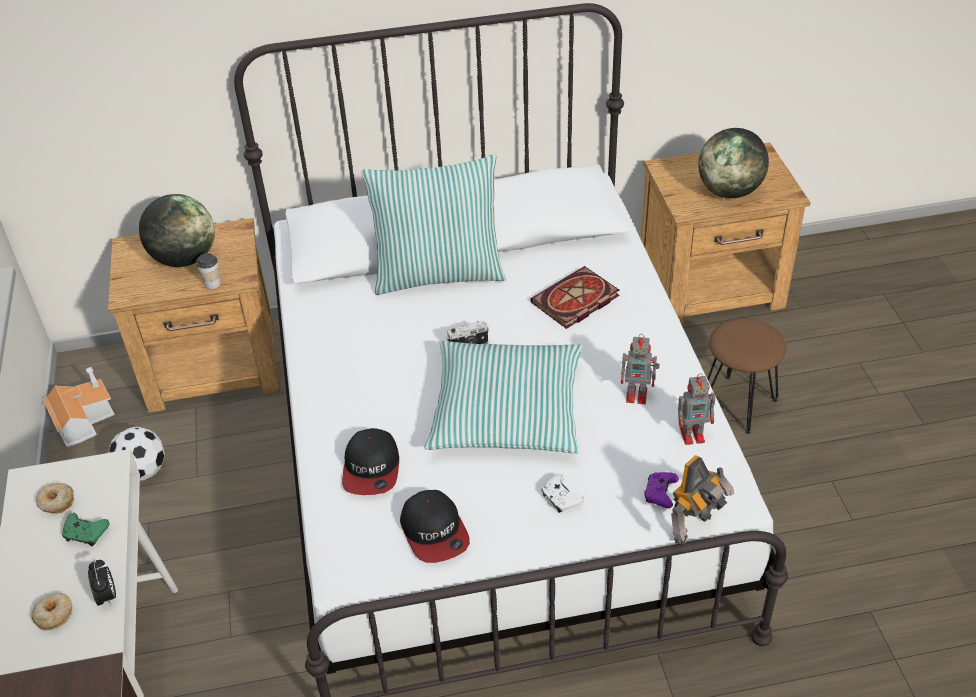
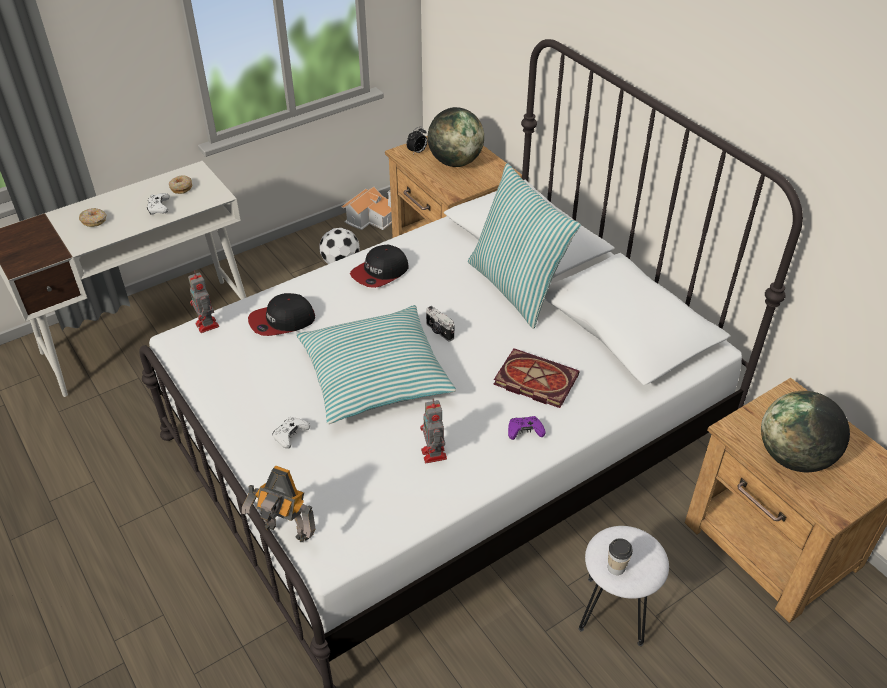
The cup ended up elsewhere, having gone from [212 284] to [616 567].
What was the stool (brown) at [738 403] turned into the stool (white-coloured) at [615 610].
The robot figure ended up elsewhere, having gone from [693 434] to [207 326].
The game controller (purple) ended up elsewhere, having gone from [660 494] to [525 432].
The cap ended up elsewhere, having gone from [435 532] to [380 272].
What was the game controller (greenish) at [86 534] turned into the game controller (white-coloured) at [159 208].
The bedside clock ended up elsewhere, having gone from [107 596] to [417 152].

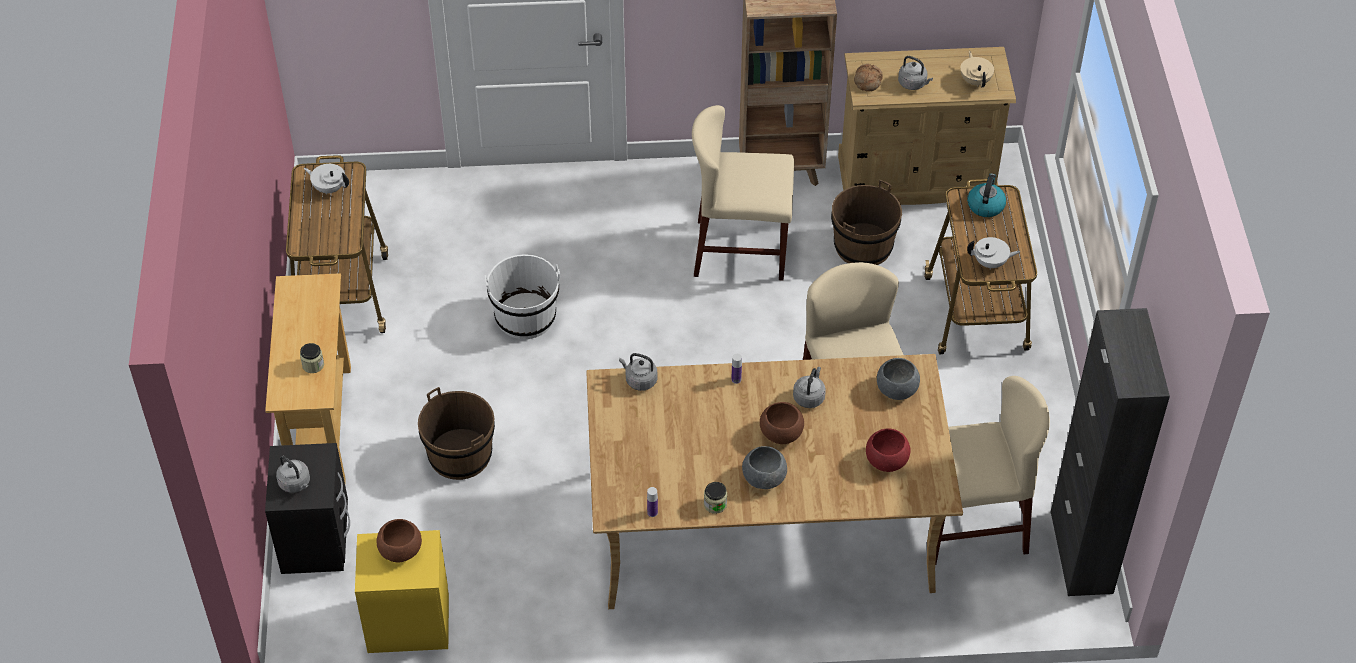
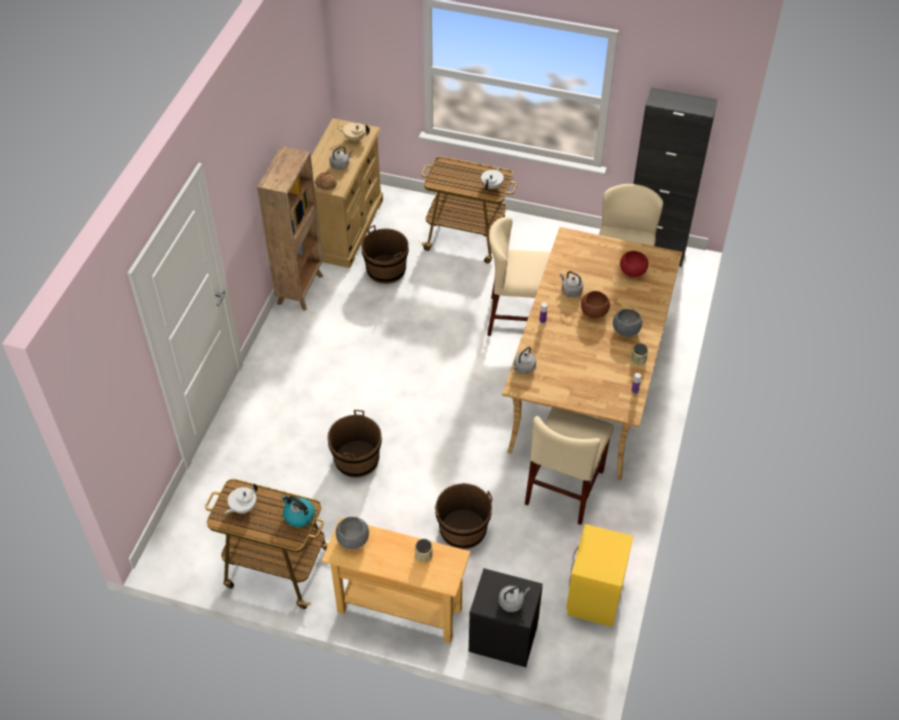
The upright chair (beige) ended up elsewhere, having gone from [740 250] to [564 487].
The tea kettle ended up elsewhere, having gone from [985 205] to [298 516].
What was the water bucket (white-coloured) at [525 317] turned into the water bucket (brown) at [356 460].
The serving bowl (greyish) ended up elsewhere, having gone from [896 389] to [352 539].
The second view lost the serving bowl (brown) at [401 550].

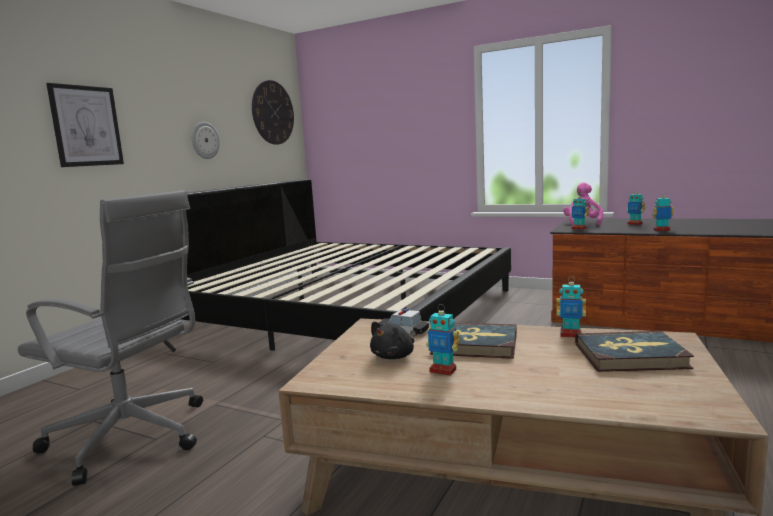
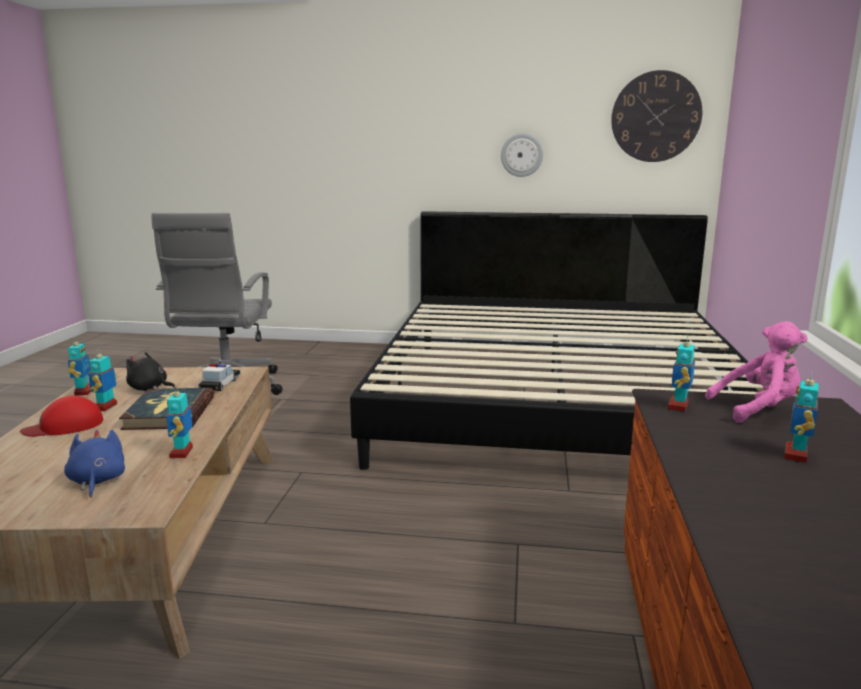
The second view lost the picture at [86 126].
The robot figure ended up elsewhere, having gone from [661 230] to [83 392].
Where the volume stood at [630 356], the cuddly toy (blue-coloured) came to stand at [97 481].
The second view gained the cap (red) at [64 426].

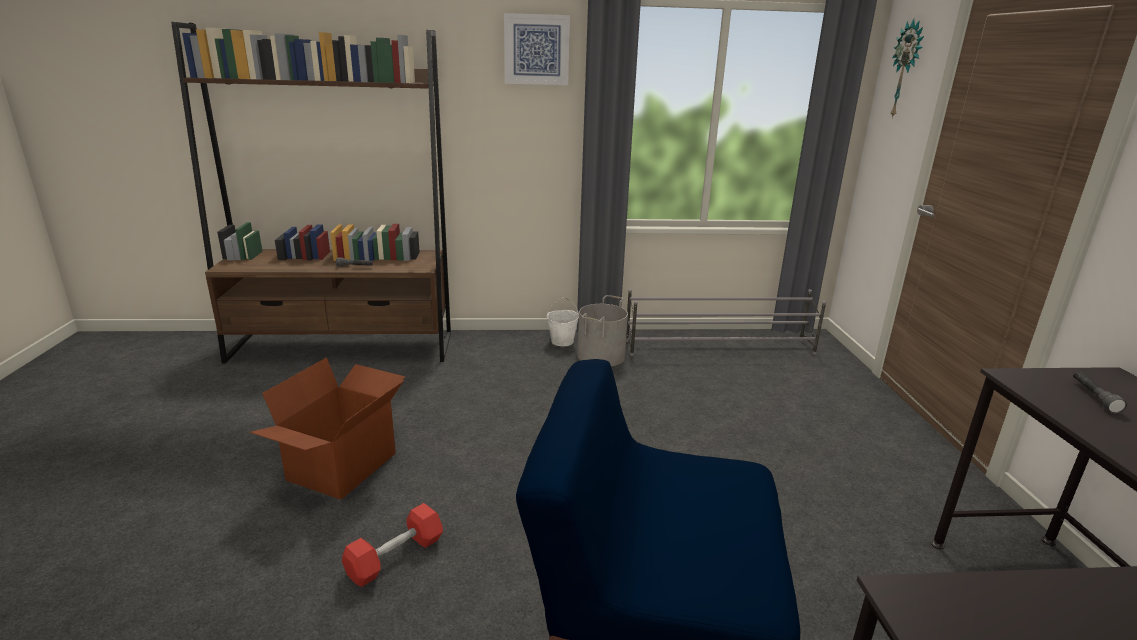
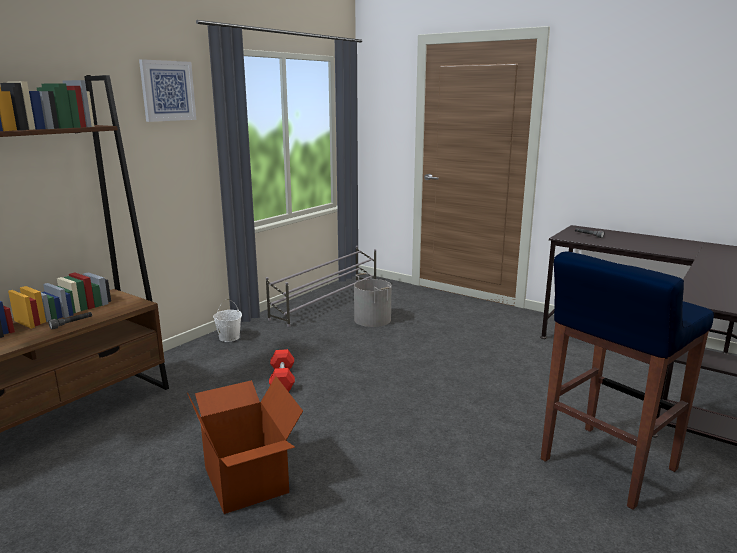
The second view lost the hanging clock at [906 70].
The water bucket (greyish) ended up elsewhere, having gone from [600 356] to [372 319].
The free weight (red) ended up elsewhere, having gone from [395 557] to [282 379].

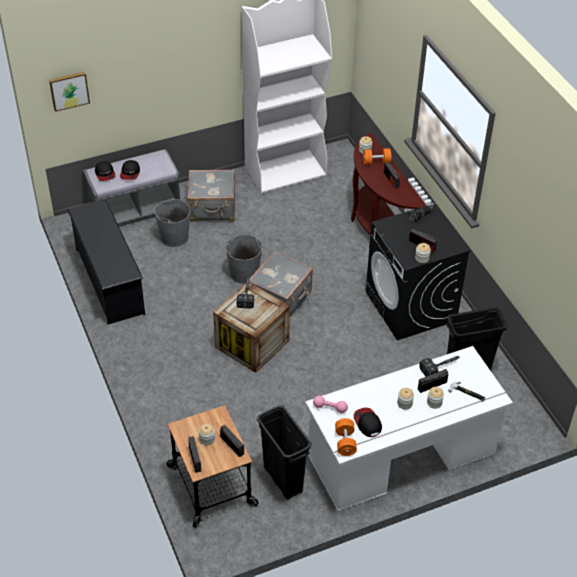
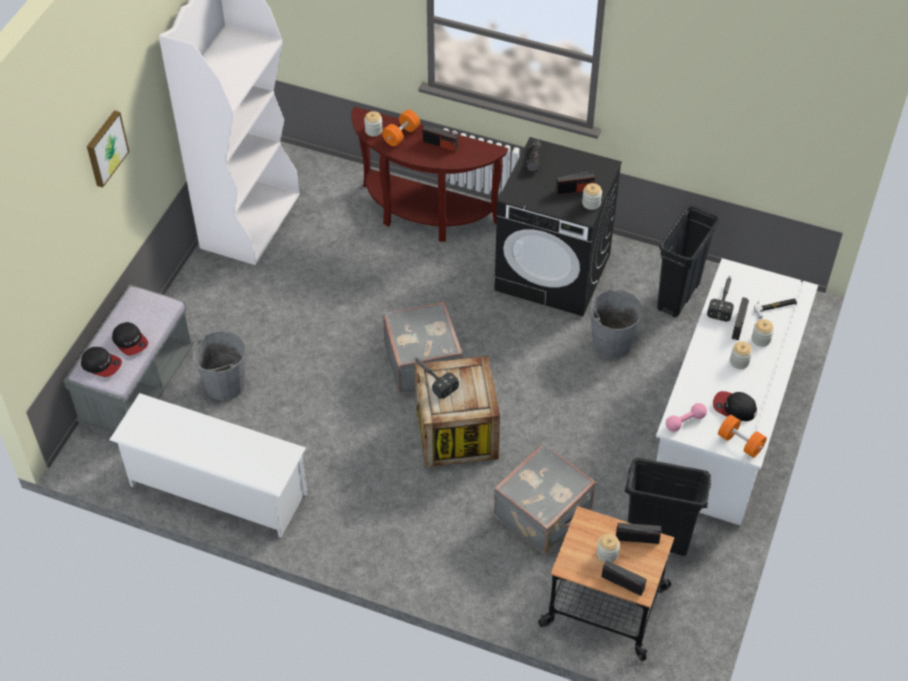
The picture ended up elsewhere, having gone from [69 90] to [105 148].
The suitcase (greyish) ended up elsewhere, having gone from [212 208] to [544 514].
What was the shoe shelf (black-coloured) at [109 281] turned into the shoe shelf (white-coloured) at [217 489].
The water bucket (greyish) ended up elsewhere, having gone from [244 273] to [611 342].

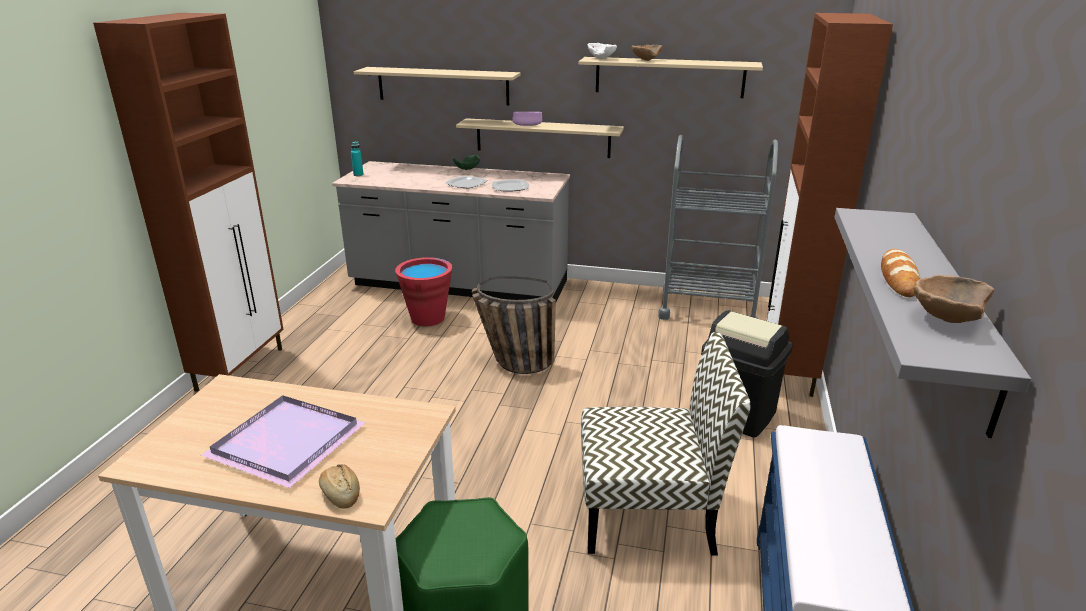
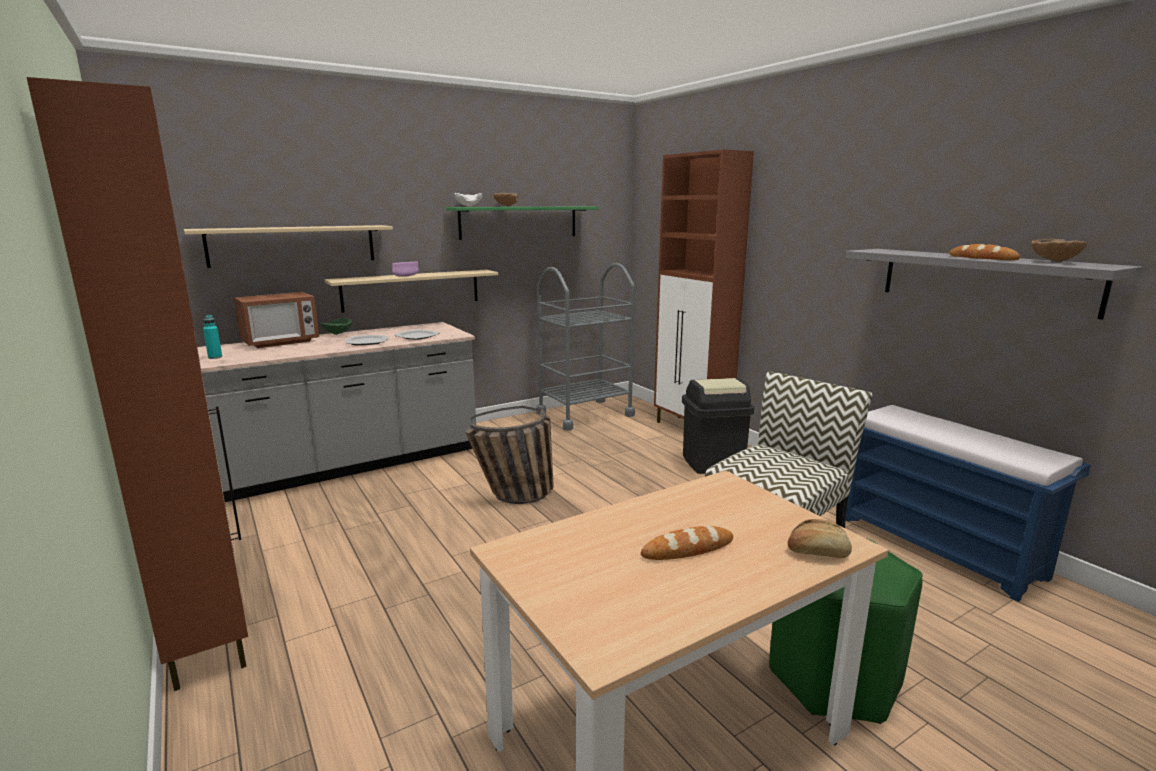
What was the shelf (beige) at [669 77] turned into the shelf (greenish) at [519 222].
The second view lost the water bucket (red) at [428 318].
Where the tray (purple) stood at [290 441], the bread came to stand at [687 549].
The second view gained the microwave oven at [280 342].

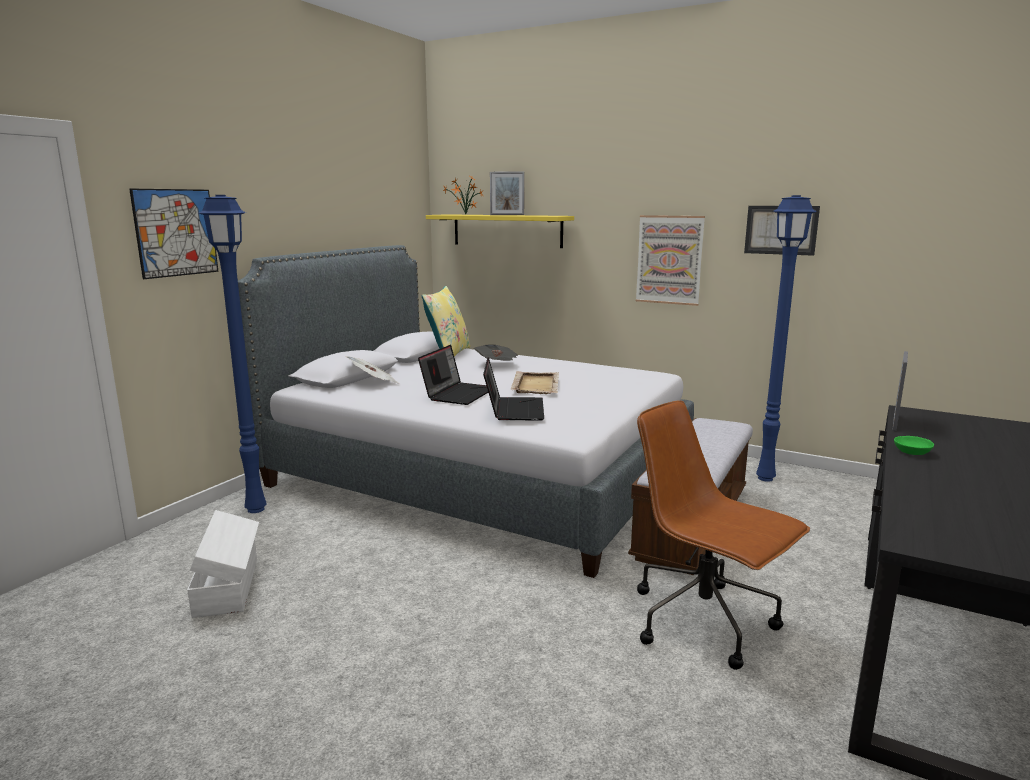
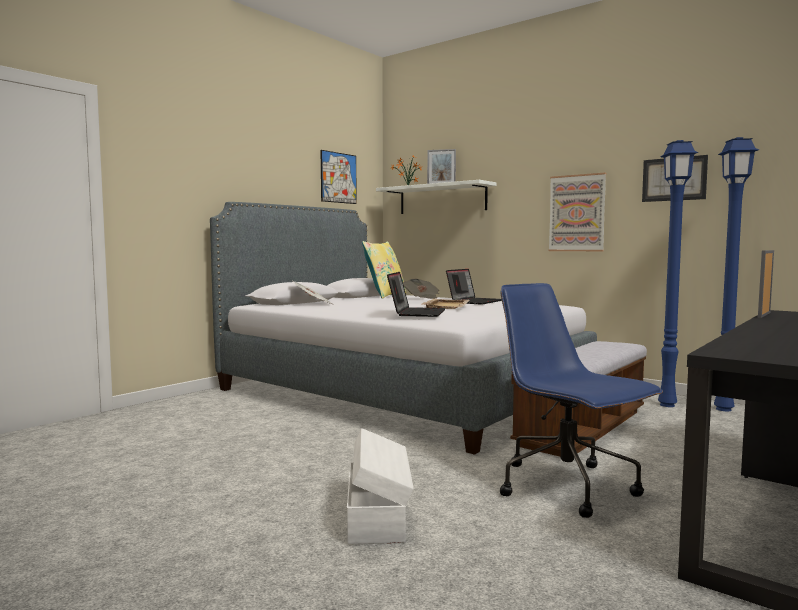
The picture ended up elsewhere, having gone from [176 232] to [338 177].
The standing lamp (blue-coloured) ended up elsewhere, having gone from [255 509] to [722 409].
What was the shelf (yellow) at [507 230] turned into the shelf (white-coloured) at [442 199].
The portable computer ended up elsewhere, having gone from [458 394] to [474 301].
What was the office chair (brown) at [705 622] turned into the office chair (blue-coloured) at [568 487].
The second view lost the serving bowl (greenish) at [910 451].
The storage container (white-coloured) ended up elsewhere, having gone from [228 586] to [377 515].

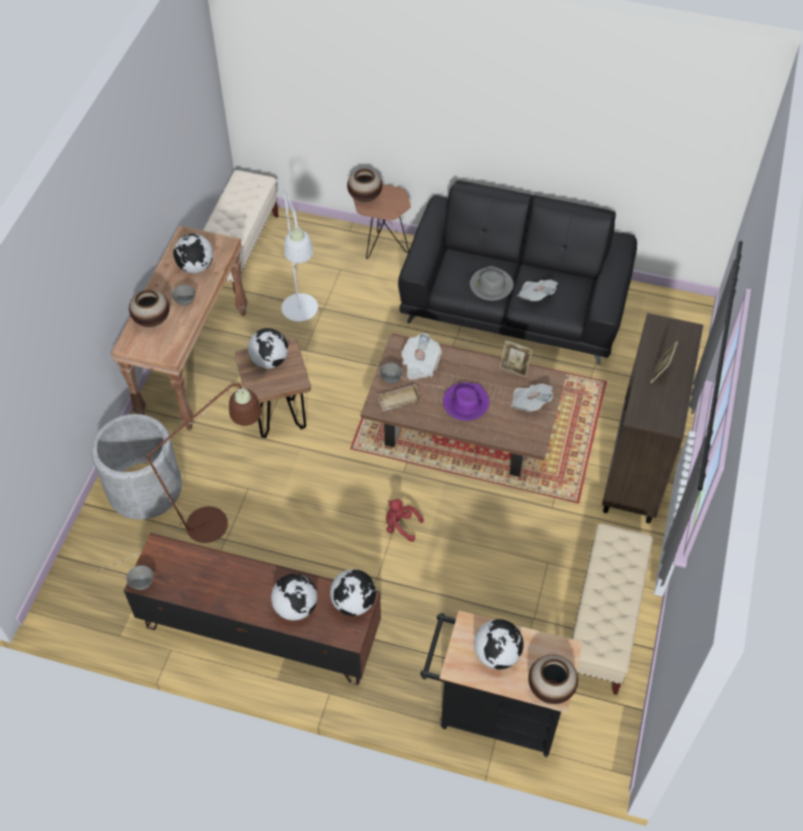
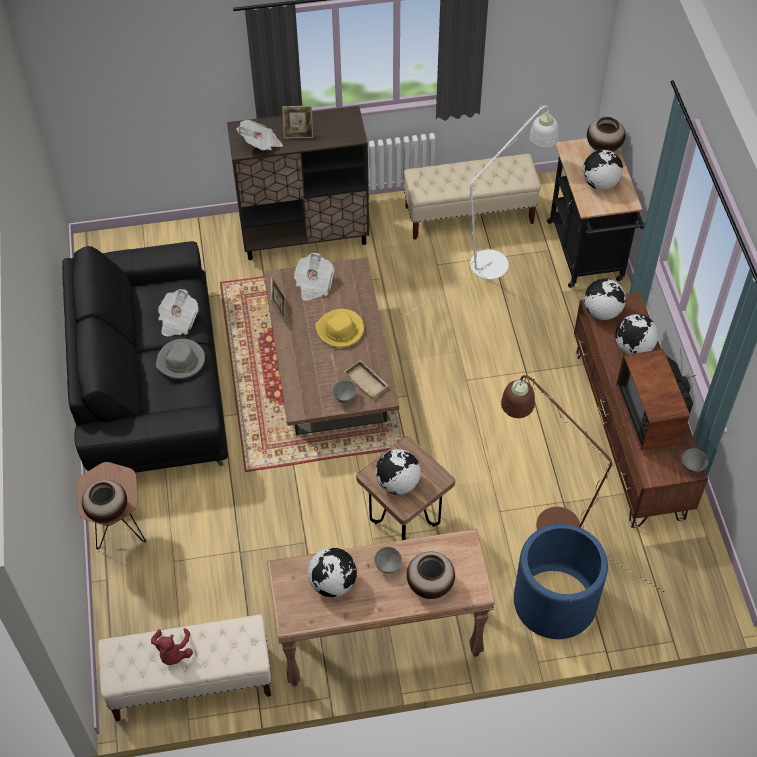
The standing lamp (white-coloured) ended up elsewhere, having gone from [301 315] to [497 259].
The newspaper ended up elsewhere, having gone from [420 364] to [261 144].
What was the clothing hat (purple) at [465 403] turned into the clothing hat (yellow) at [340 330].
What was the planter (greyish) at [144 488] turned into the planter (blue-coloured) at [555 602].
The cuddly toy (red) ended up elsewhere, having gone from [401 526] to [173 653].
The second view gained the TV set at [653 415].

